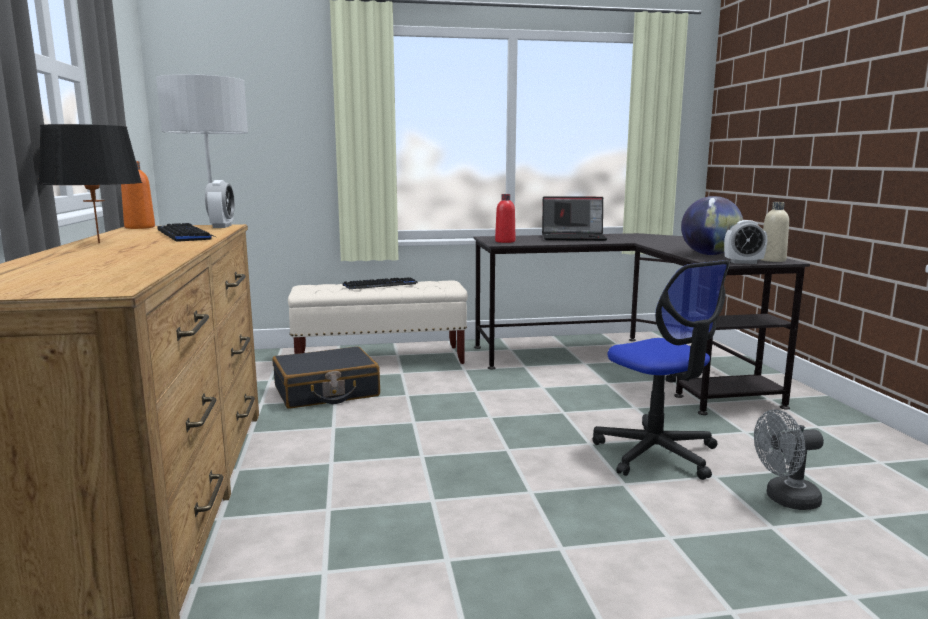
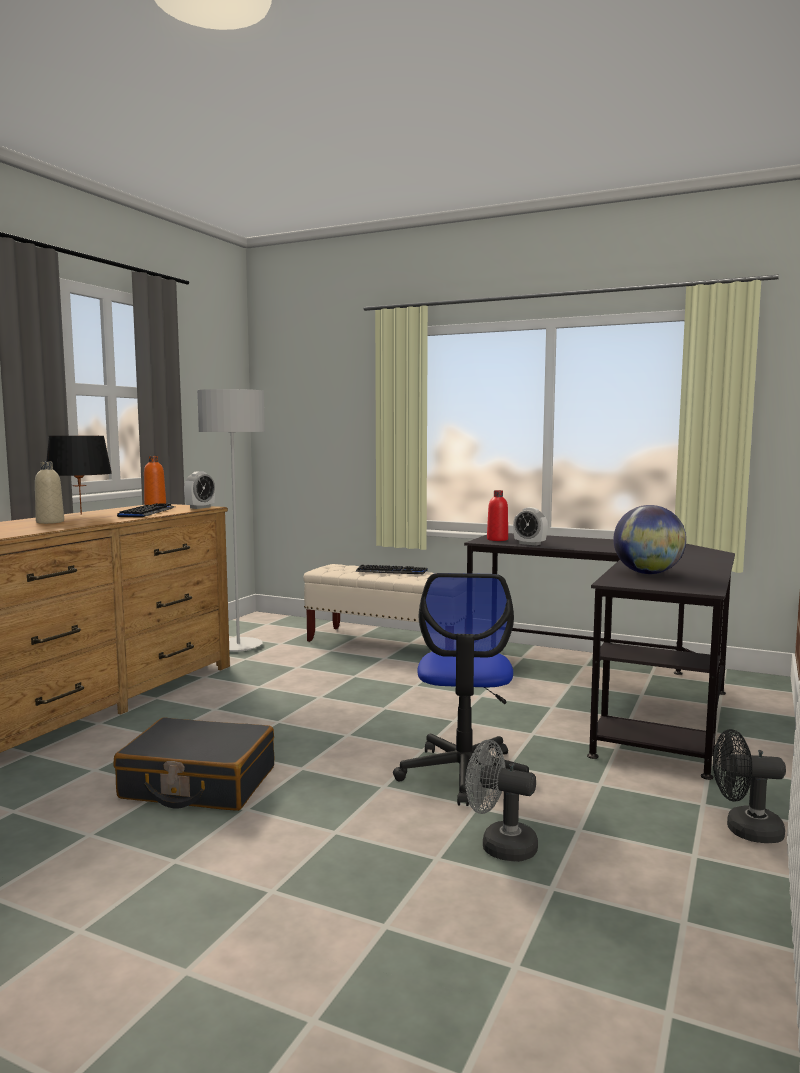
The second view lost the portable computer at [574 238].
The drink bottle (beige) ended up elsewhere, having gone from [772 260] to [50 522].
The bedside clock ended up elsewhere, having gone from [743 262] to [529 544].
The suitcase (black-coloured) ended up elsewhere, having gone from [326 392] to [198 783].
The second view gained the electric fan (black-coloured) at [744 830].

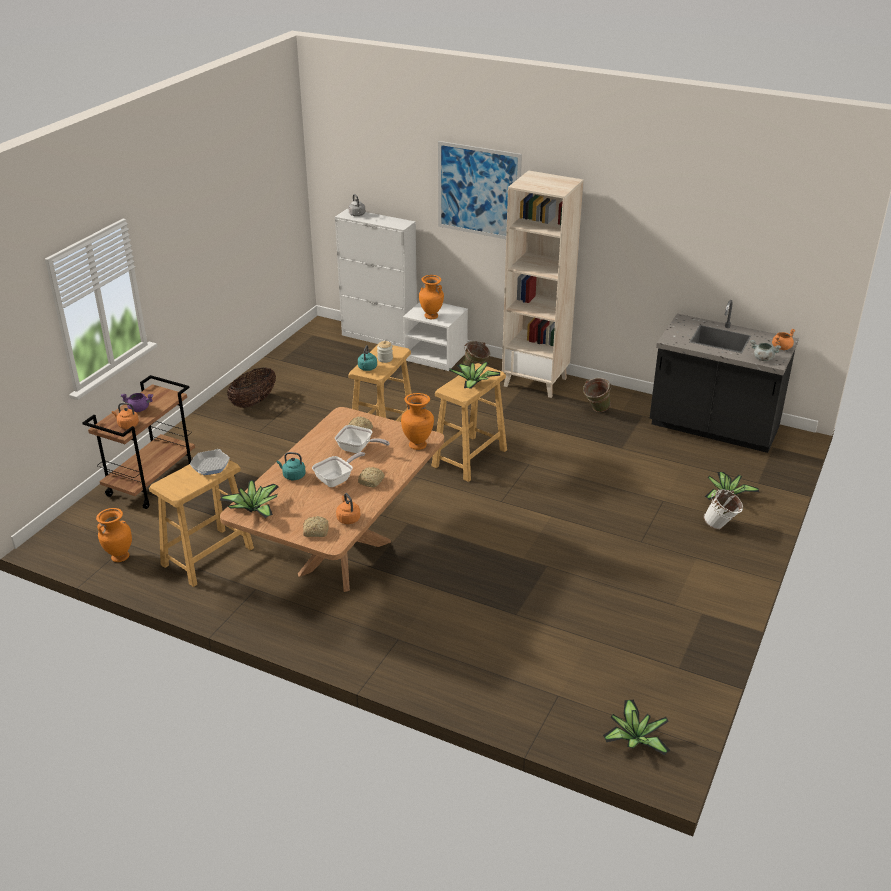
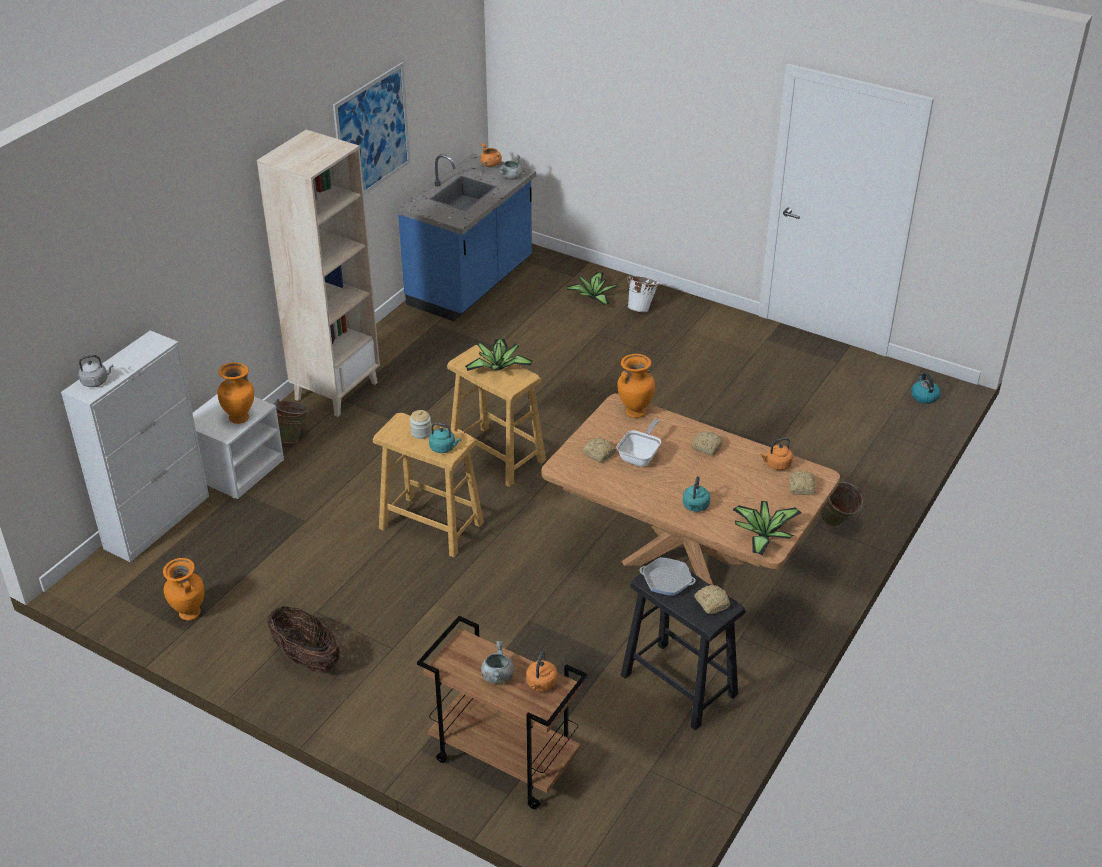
The picture ended up elsewhere, having gone from [478 191] to [372 134].
What was the kitchen counter (black-coloured) at [713 428] turned into the kitchen counter (blue-coloured) at [471 284].
The water bucket (greenish) ended up elsewhere, having gone from [595 410] to [837 524].
What was the cooking pot (purple) at [139 409] turned into the cooking pot (greyish) at [497 675].
The second view lost the frying pan at [337 479].
What was the stool (beige) at [208 556] turned into the stool (black-coloured) at [678 684].
The decorative vase (orangey) ended up elsewhere, having gone from [119 557] to [189 614].
Where the houseplant stood at [634 739], the tea kettle came to stand at [924 396].
The second view gained the bread at [712 603].

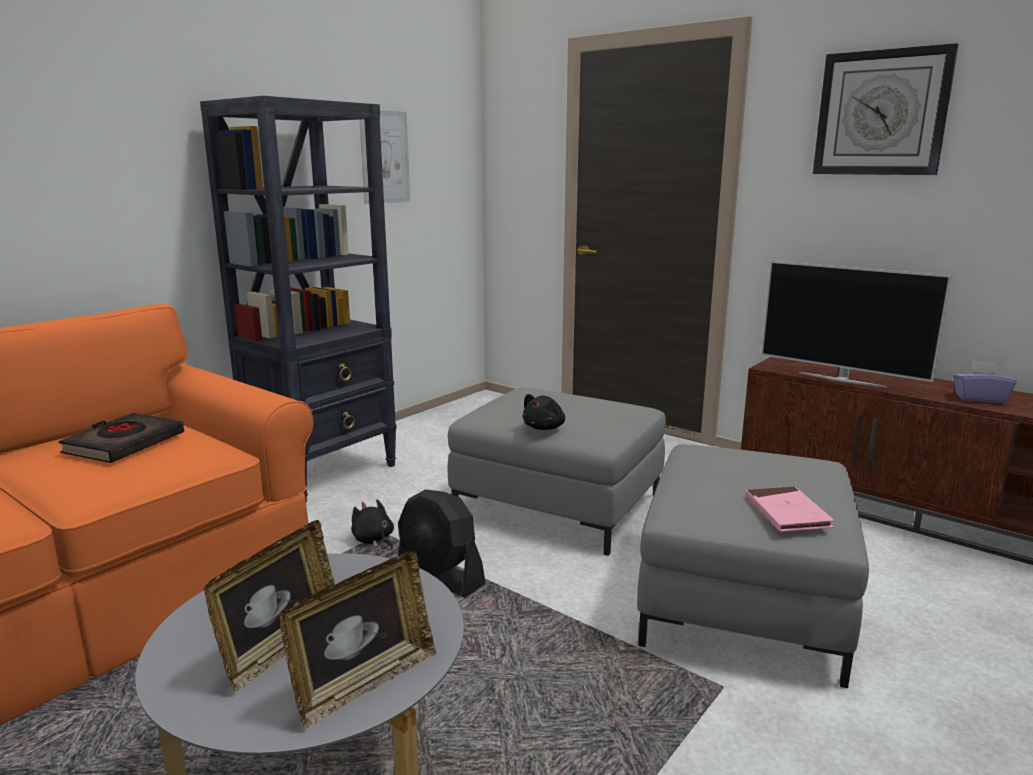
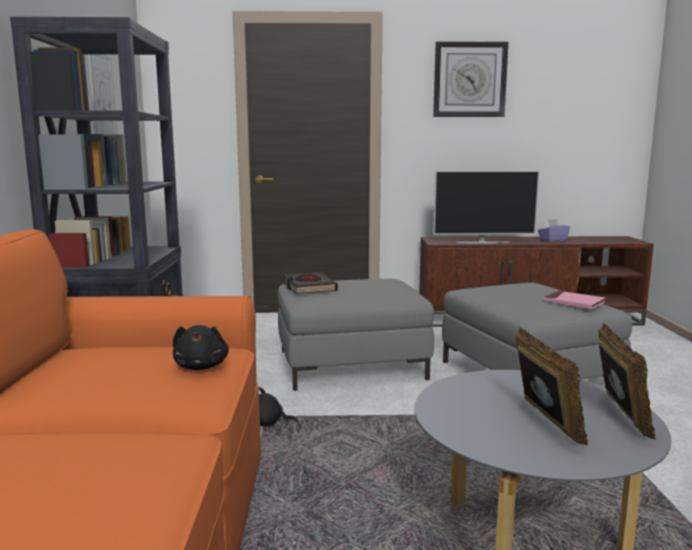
The cuddly toy (black-coloured) ended up elsewhere, having gone from [545 427] to [201 366].
The volume (black-coloured) ended up elsewhere, having gone from [124 444] to [309 287].
The second view lost the electric fan (black-coloured) at [440 577].

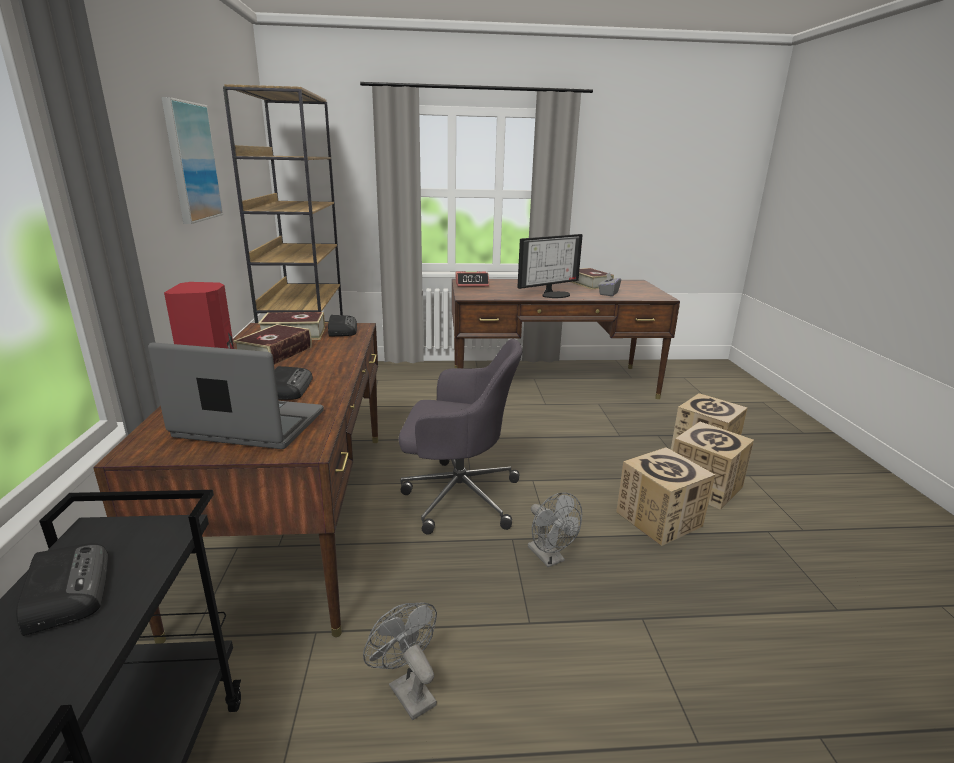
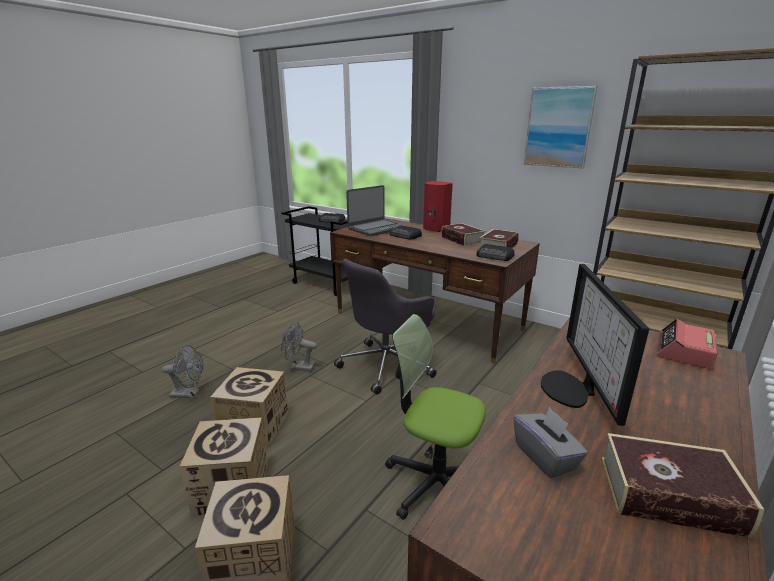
The electric fan (greyish) ended up elsewhere, having gone from [407 690] to [189 394].
The second view gained the office chair at [435 483].

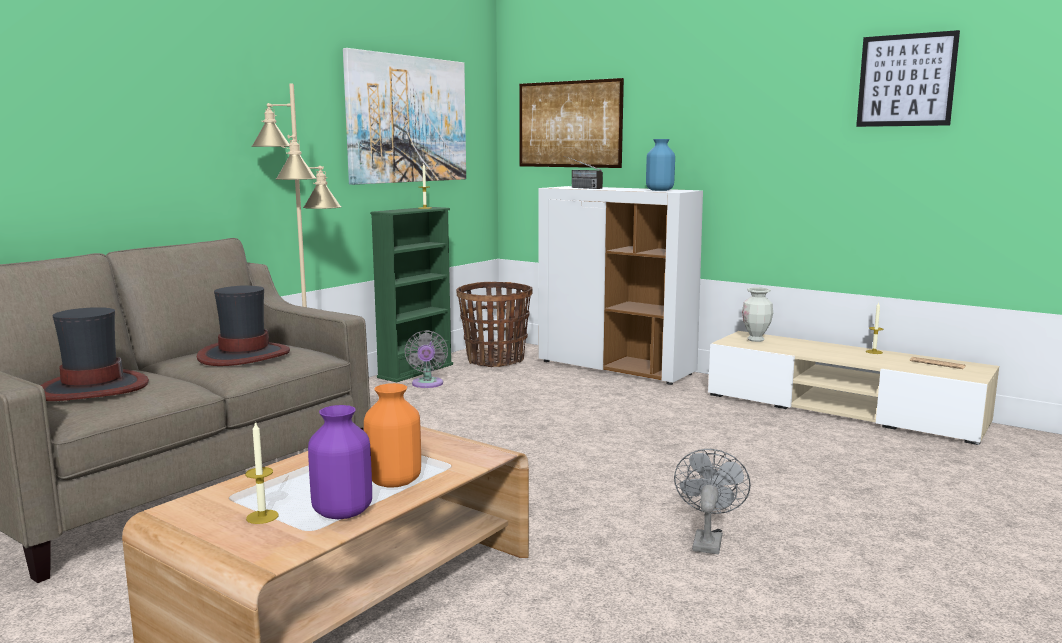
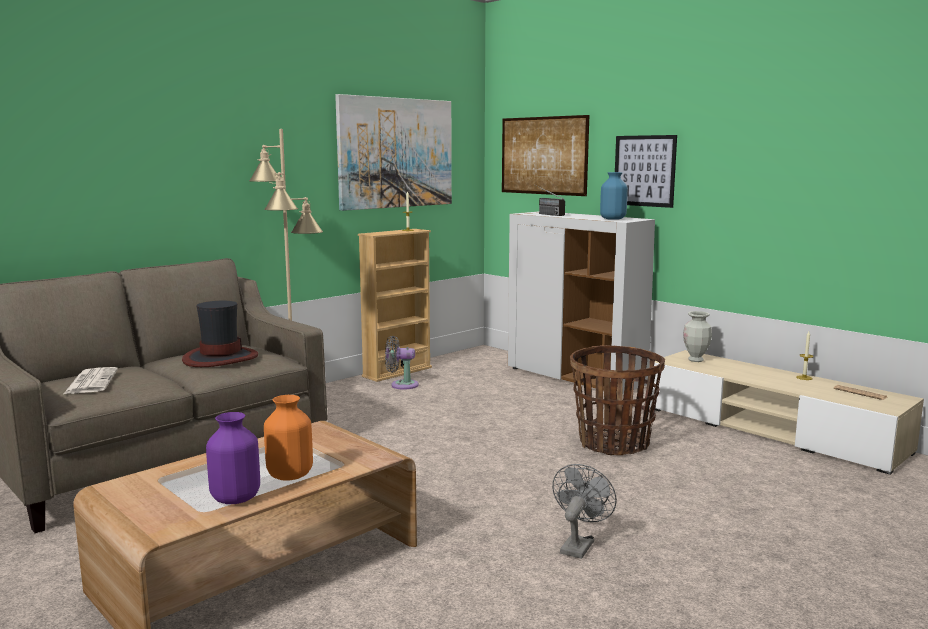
The picture ended up elsewhere, having gone from [906 80] to [644 171].
What was the shelving unit (greenish) at [415 371] turned into the shelving unit (beige) at [397 372].
The basket ended up elsewhere, having gone from [495 360] to [613 443].
Where the clothing hat stood at [92 388], the newspaper came to stand at [91 382].
The electric fan (greyish) at [427 384] ended up facing another way, 90 degrees clockwise from before.
The second view lost the wax light at [262 517].

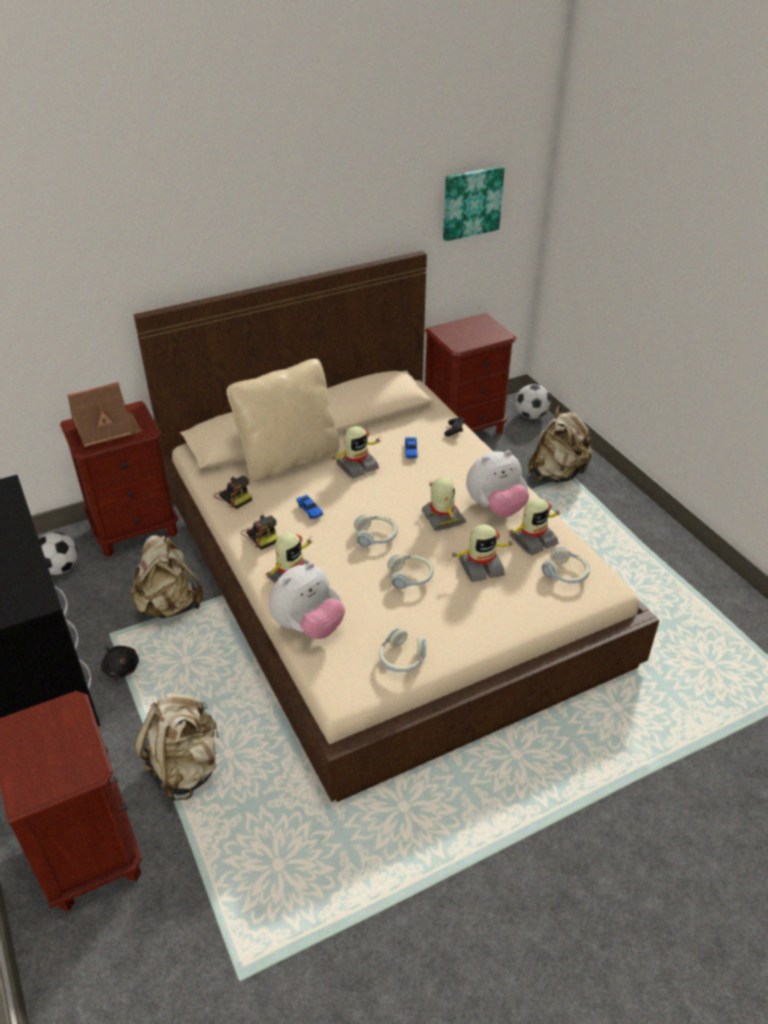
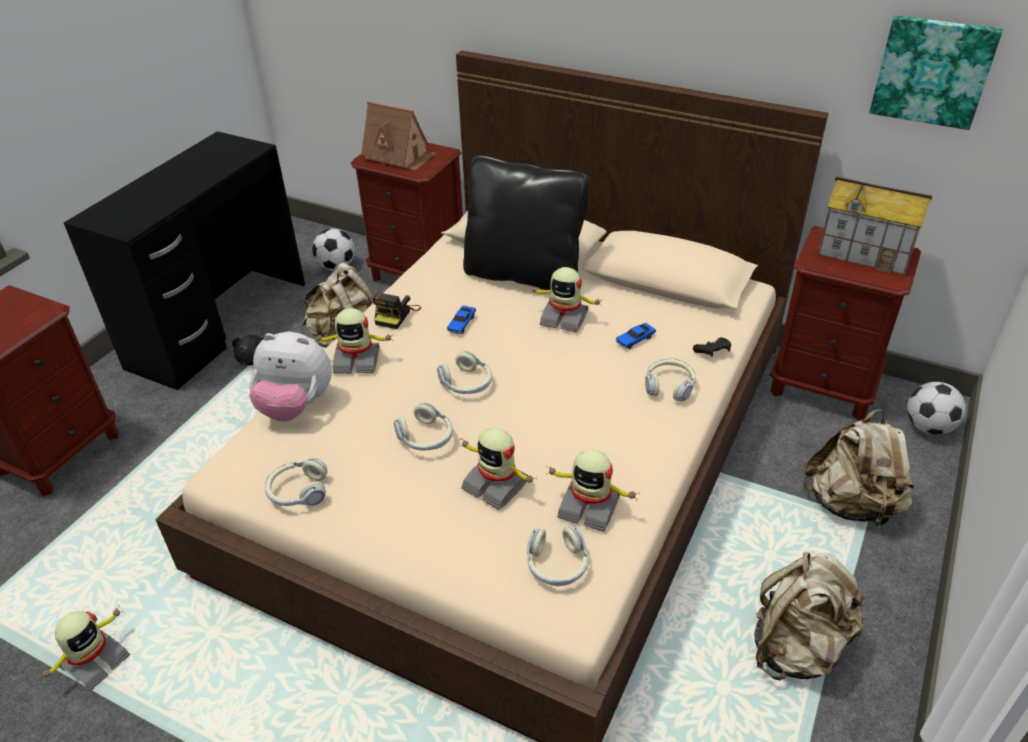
What was the throw pillow (beige) at [288 459] turned into the throw pillow (black-coloured) at [524 274].
The second view lost the cuddly toy at [495 507].
The second view lost the photo camera at [233 496].
The robot figure ended up elsewhere, having gone from [442 518] to [94 661].
The knapsack (beige) ended up elsewhere, having gone from [185 768] to [797 648].
The second view gained the miniature house at [866 252].
The second view gained the headphones at [669 386].

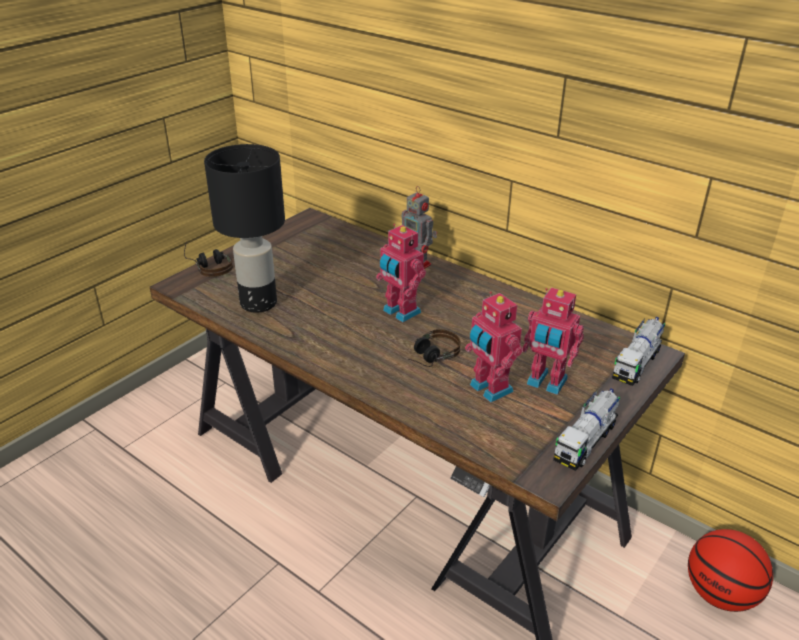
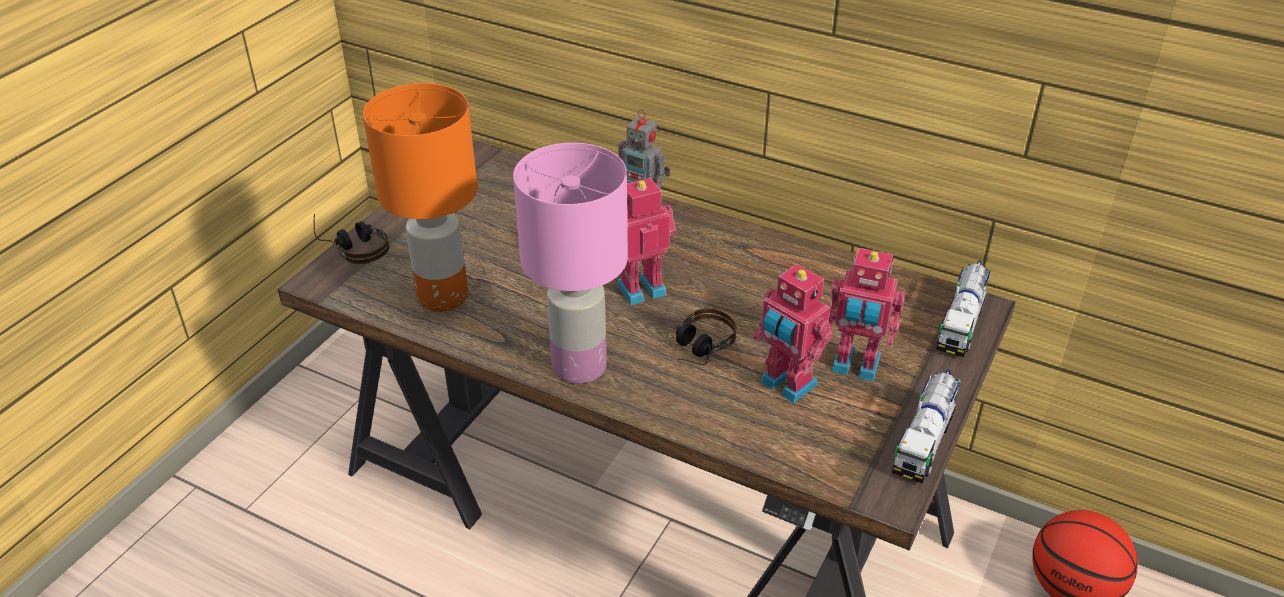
What was the tabletop lamp (black-coloured) at [258 303] turned into the tabletop lamp (orangey) at [441 296].
The robot figure at [400 312] ended up facing another way, 120 degrees clockwise from before.
The second view gained the tabletop lamp (pink) at [577 367].

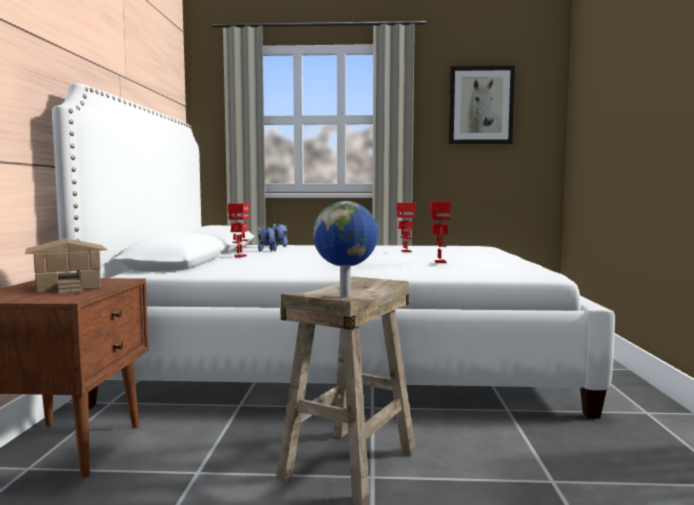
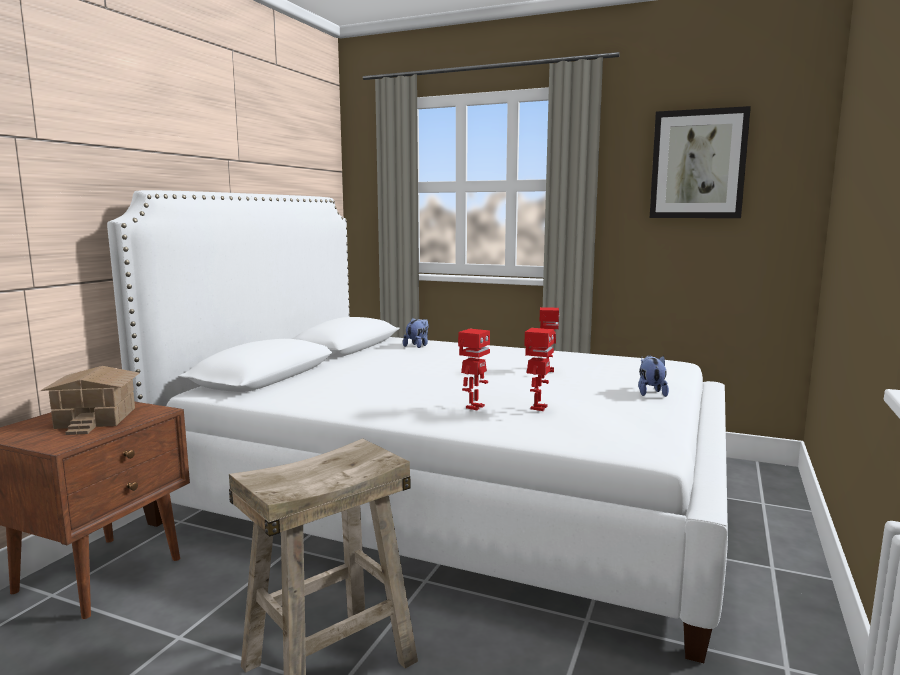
The second view lost the world globe at [346 296].
The robot figure ended up elsewhere, having gone from [239 256] to [474 407].
The cuddly toy ended up elsewhere, having gone from [266 251] to [650 393].

